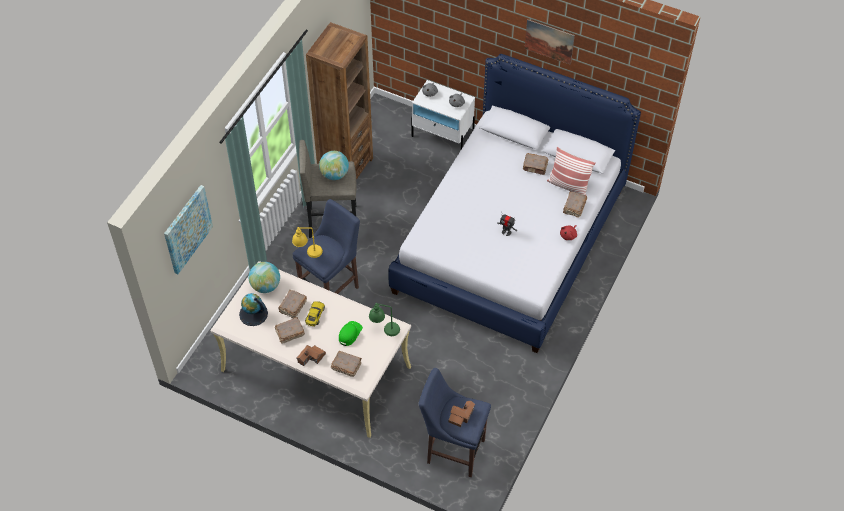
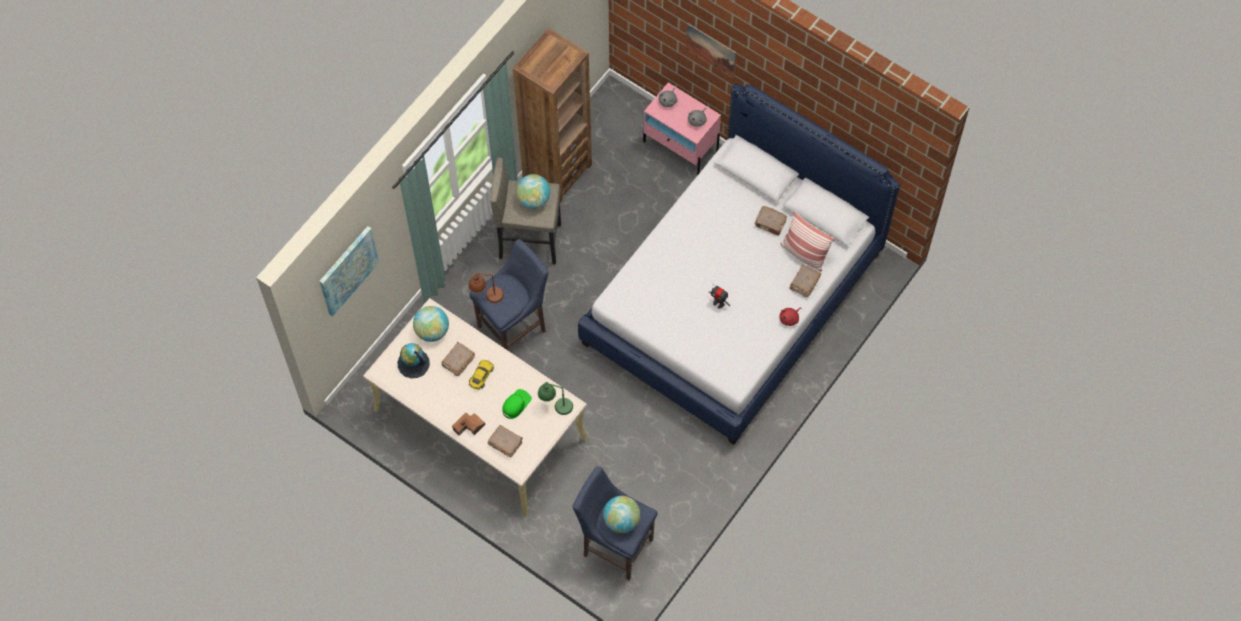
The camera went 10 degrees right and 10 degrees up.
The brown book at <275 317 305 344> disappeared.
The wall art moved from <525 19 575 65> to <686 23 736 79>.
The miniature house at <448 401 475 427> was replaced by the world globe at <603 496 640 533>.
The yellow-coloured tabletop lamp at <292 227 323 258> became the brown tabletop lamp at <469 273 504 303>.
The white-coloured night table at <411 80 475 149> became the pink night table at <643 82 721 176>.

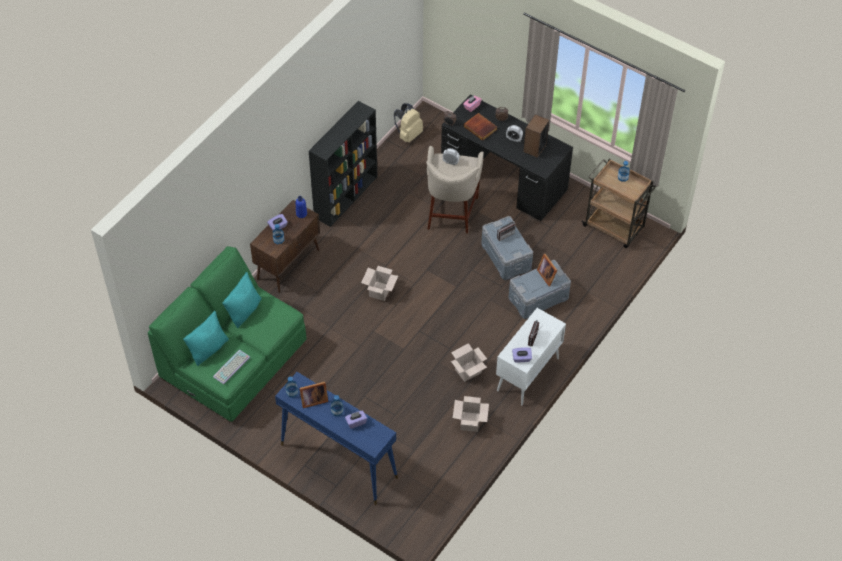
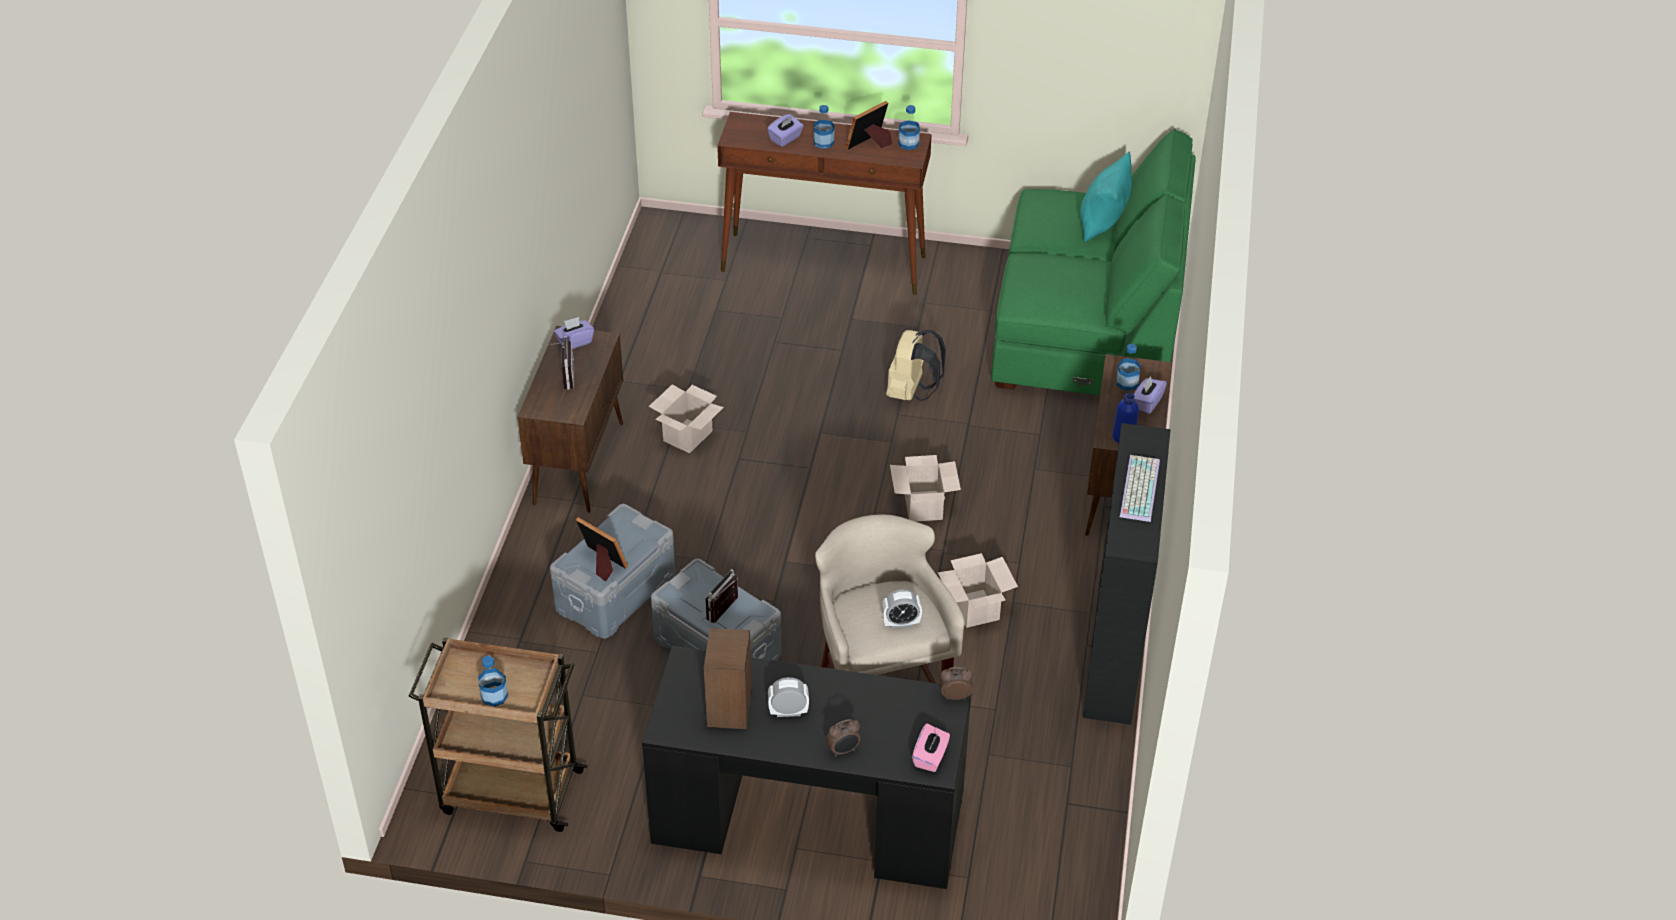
The camera went 155 degrees right and 10 degrees down.
The turquoise cushion at <222 272 261 328> disappeared.
The book at <464 113 497 141> disappeared.
The computer keyboard moved from <213 350 250 385> to <1120 455 1160 522>.
The beige-coloured rucksack moved from <394 103 423 143> to <886 330 946 401>.
The cardboard box moved from <453 396 489 432> to <938 553 1018 628>.
The blue hall table at <275 372 398 505> became the brown hall table at <717 112 932 295>.
The white-coloured cabinet at <496 308 566 406> became the brown cabinet at <517 326 623 513>.

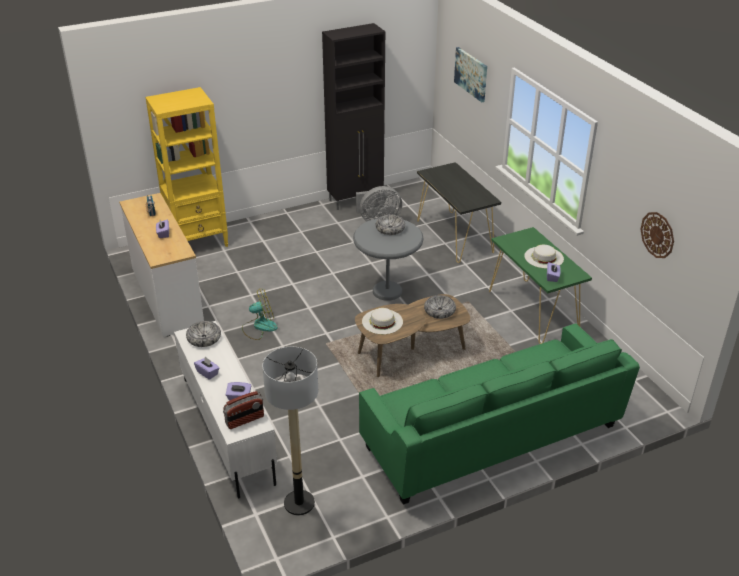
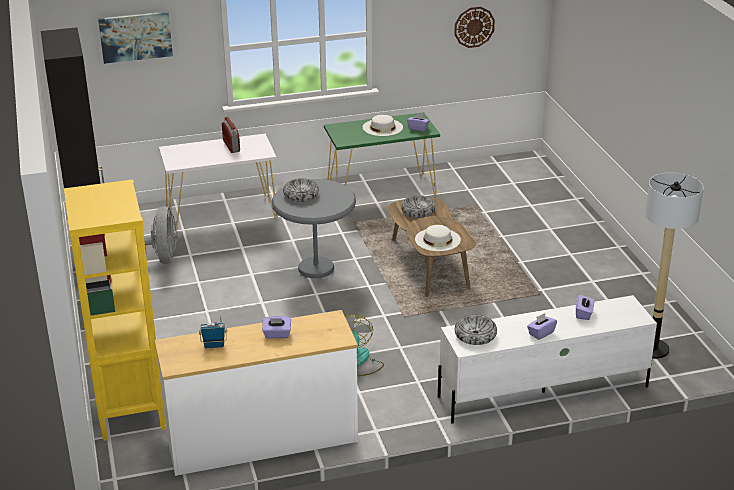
The camera went 80 degrees left and 5 degrees down.
The green settee at <359 323 640 505> disappeared.
The radio moved from <223 391 264 429> to <222 117 240 153>.
The blackish hall table at <417 162 501 263> became the white-coloured hall table at <159 134 278 229>.

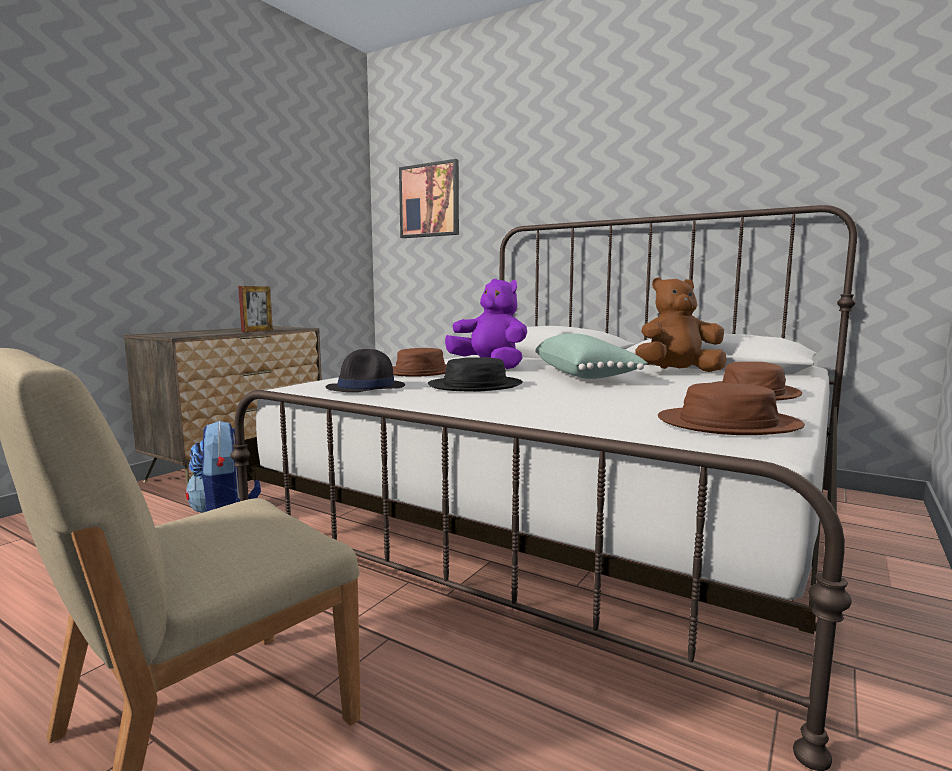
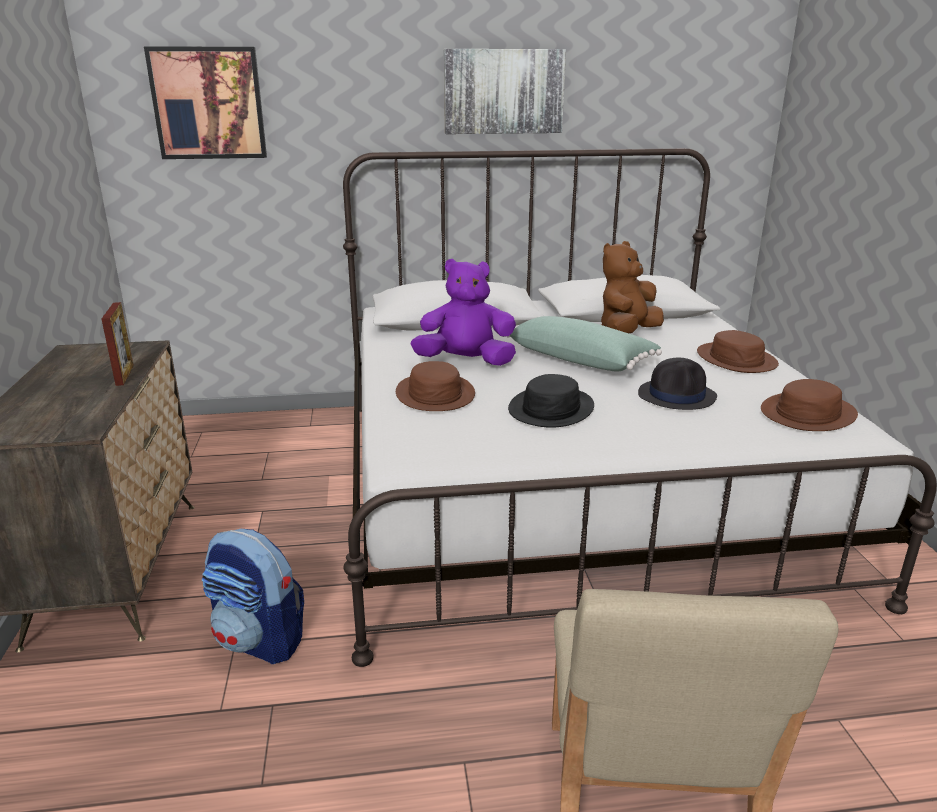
The camera went 40 degrees left and 15 degrees up.
The wall art at <444 49 566 134> appeared.
The blackish hat moved from <326 349 405 392> to <638 358 717 410>.

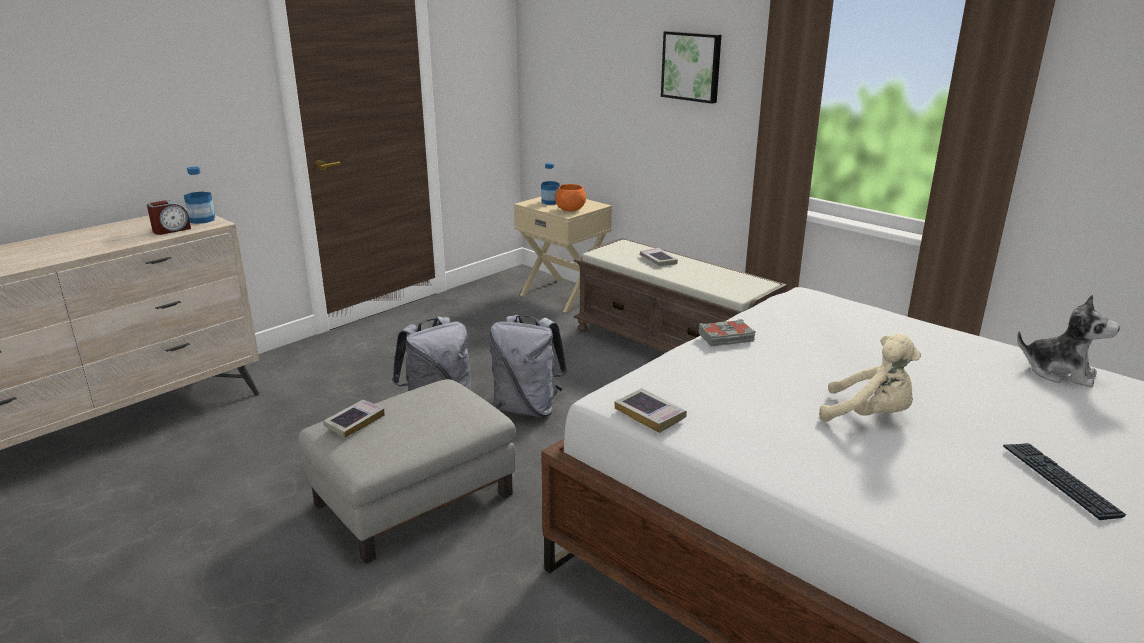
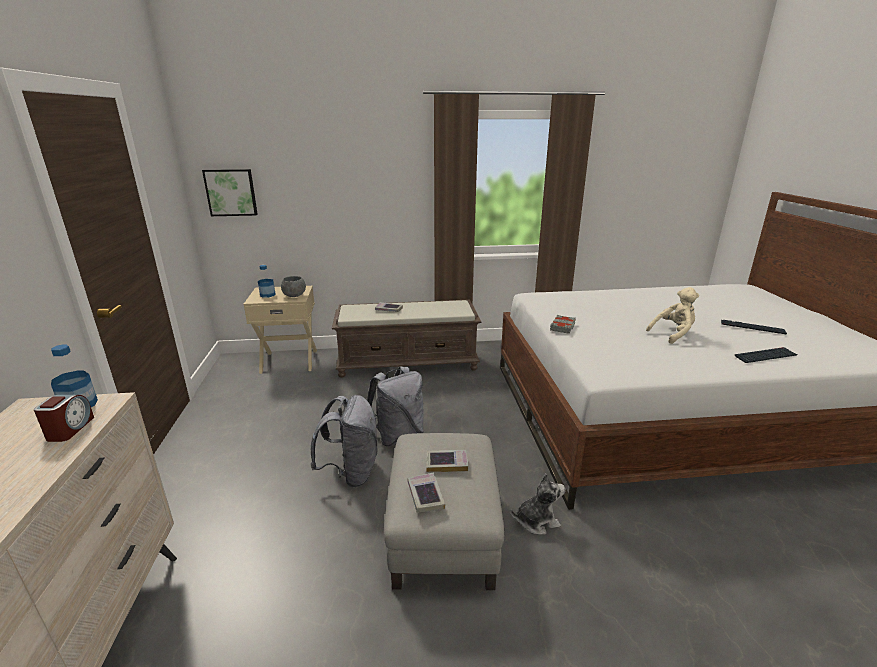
The camera went 50 degrees left and 0 degrees up.
The computer keyboard at <735 347 797 363> appeared.
The book moved from <614 388 687 433> to <426 450 468 472>.
The wall art moved from <661 31 721 104> to <202 169 258 216>.
The plush toy moved from <1017 294 1120 388> to <511 473 566 535>.
The orange bowl at <555 184 586 212> became the gray bowl at <281 276 306 297>.

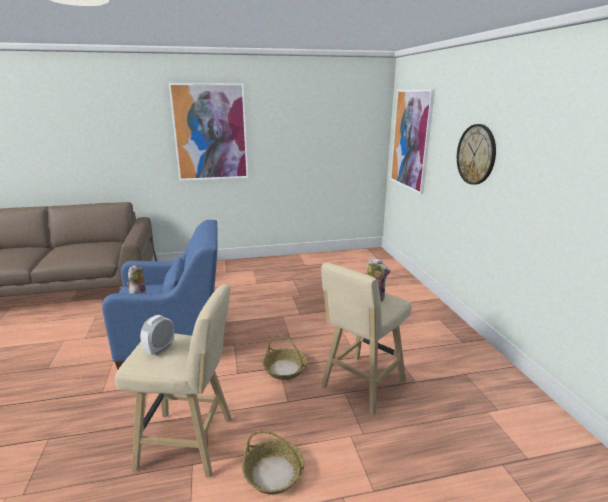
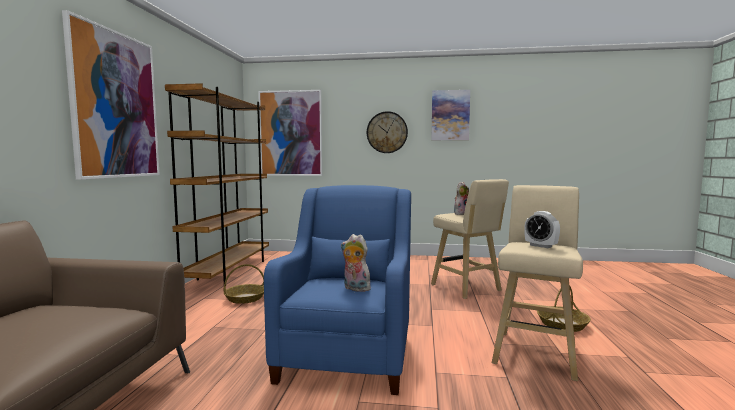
The camera went 70 degrees left and 15 degrees down.
The brown bookshelf at <165 83 269 283> appeared.
The wall art at <431 90 470 140> appeared.
The household basket moved from <262 335 307 380> to <223 264 264 304>.

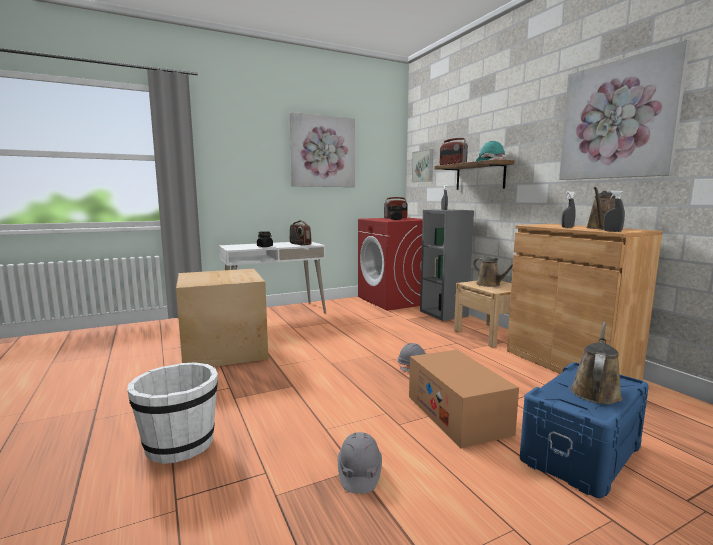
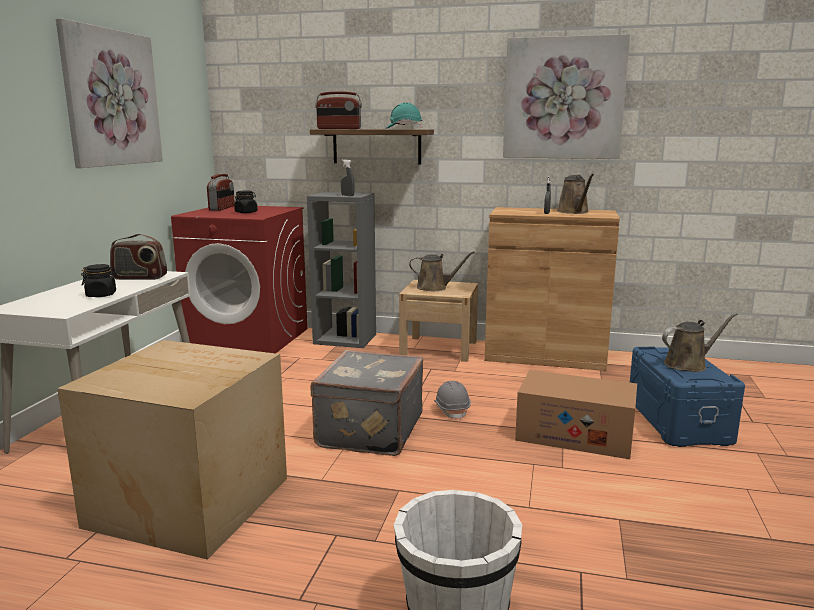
The camera went 50 degrees left and 5 degrees up.
The gray work helmet at <338 432 382 493> disappeared.
The wall art at <412 149 433 182> disappeared.
The gray spray bottle at <603 190 625 232> disappeared.
The gray travel case at <310 350 423 456> appeared.
The brown watering can at <570 322 622 404> turned 90 degrees clockwise.

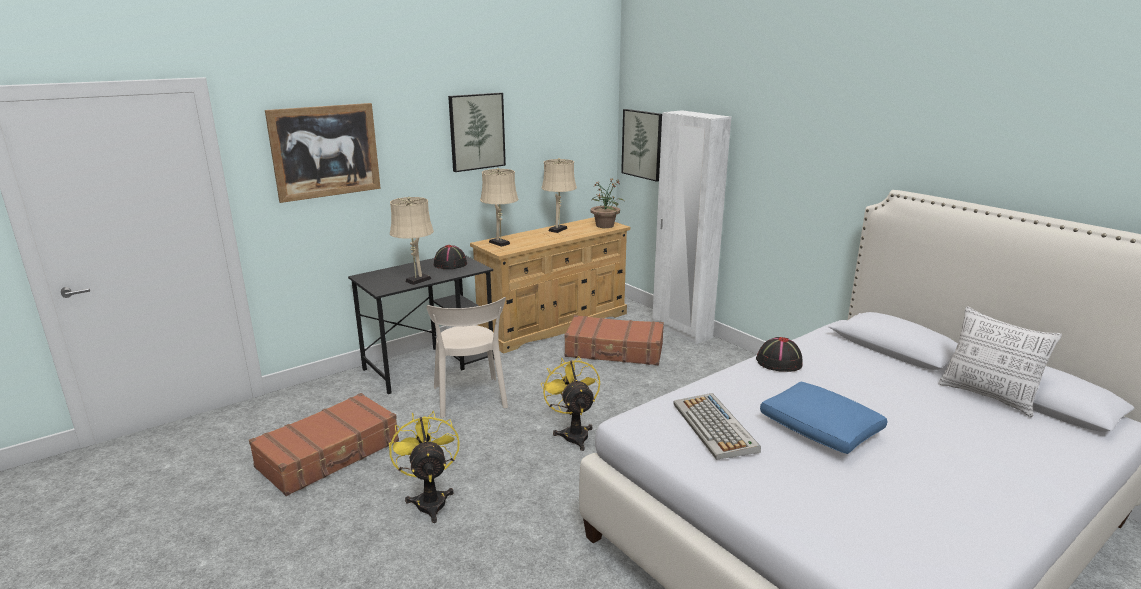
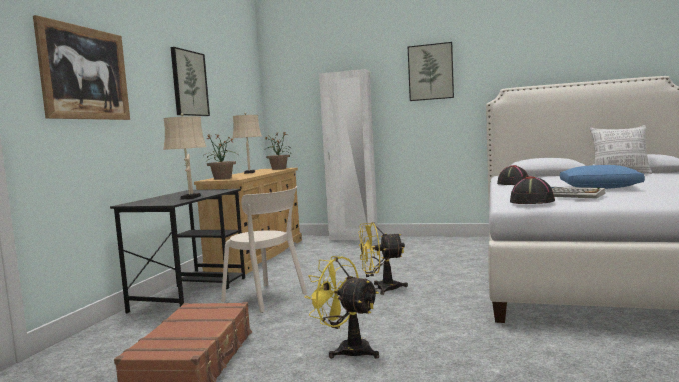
The camera went 35 degrees left and 15 degrees down.
The brown travel case at <564 315 664 365> disappeared.
The blackish hat moved from <434 245 467 269> to <510 176 555 204>.
The wall art moved from <621 109 662 182> to <408 42 454 101>.
The beige-coloured tabletop lamp at <480 168 519 247> was replaced by the plant in a pot at <203 135 237 180>.
The yellow-coloured electric fan at <541 356 600 451> turned 45 degrees counterclockwise.

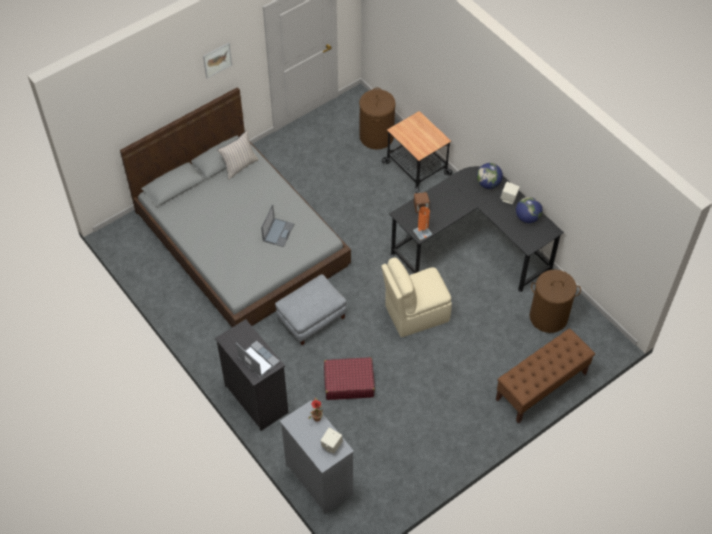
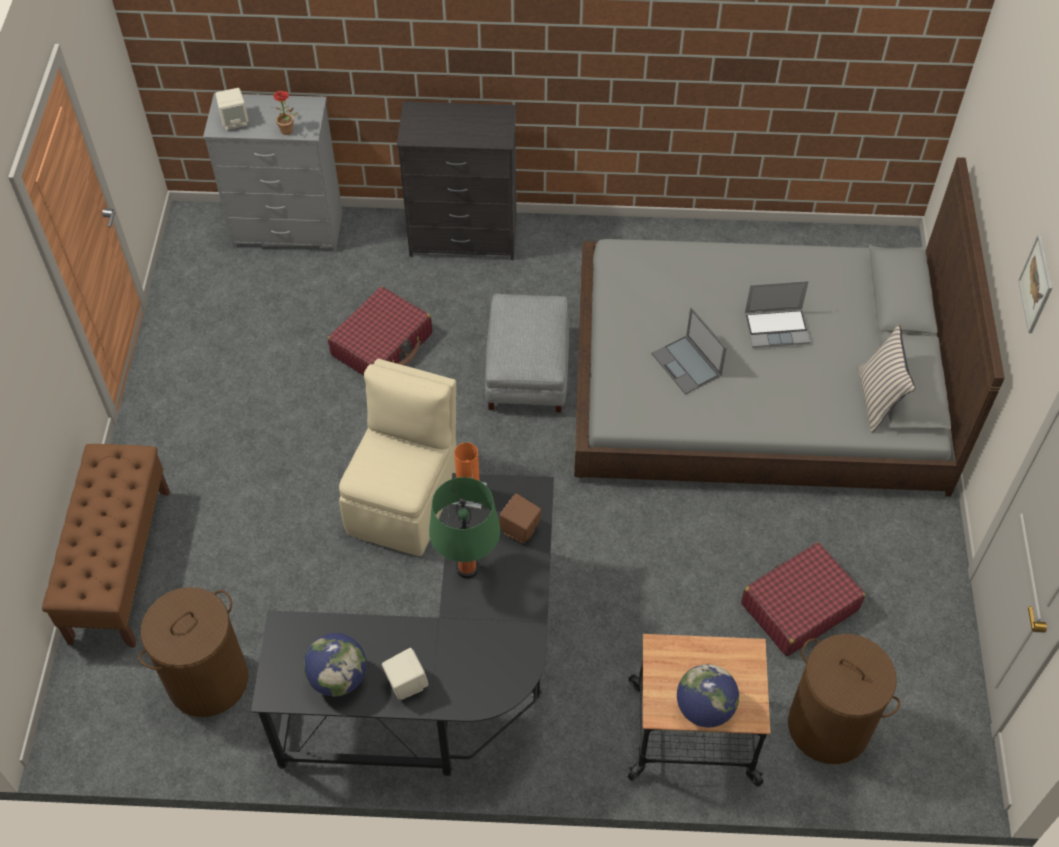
The camera went 130 degrees right and 0 degrees up.
The green tabletop lamp at <429 477 500 578> appeared.
The red-coloured travel case at <741 542 865 656> appeared.
The portable computer moved from <236 341 280 377> to <744 281 810 348>.
The world globe moved from <477 163 503 189> to <677 664 739 728>.

